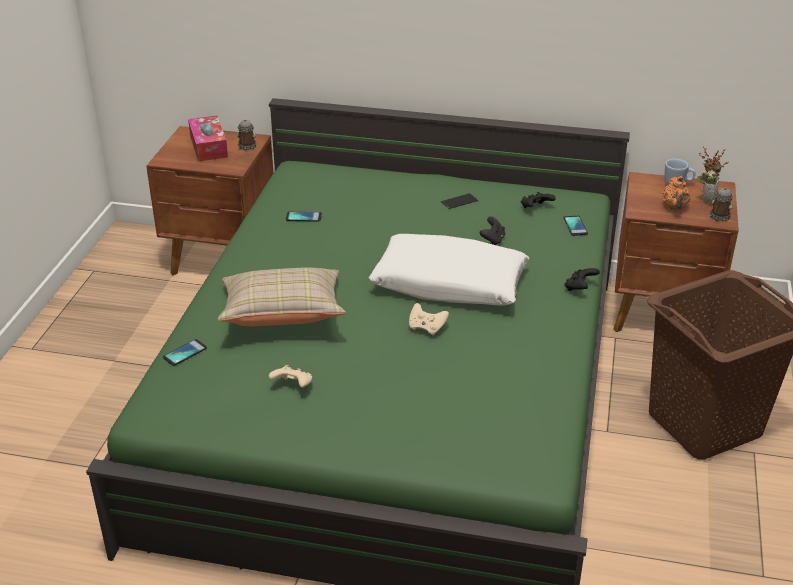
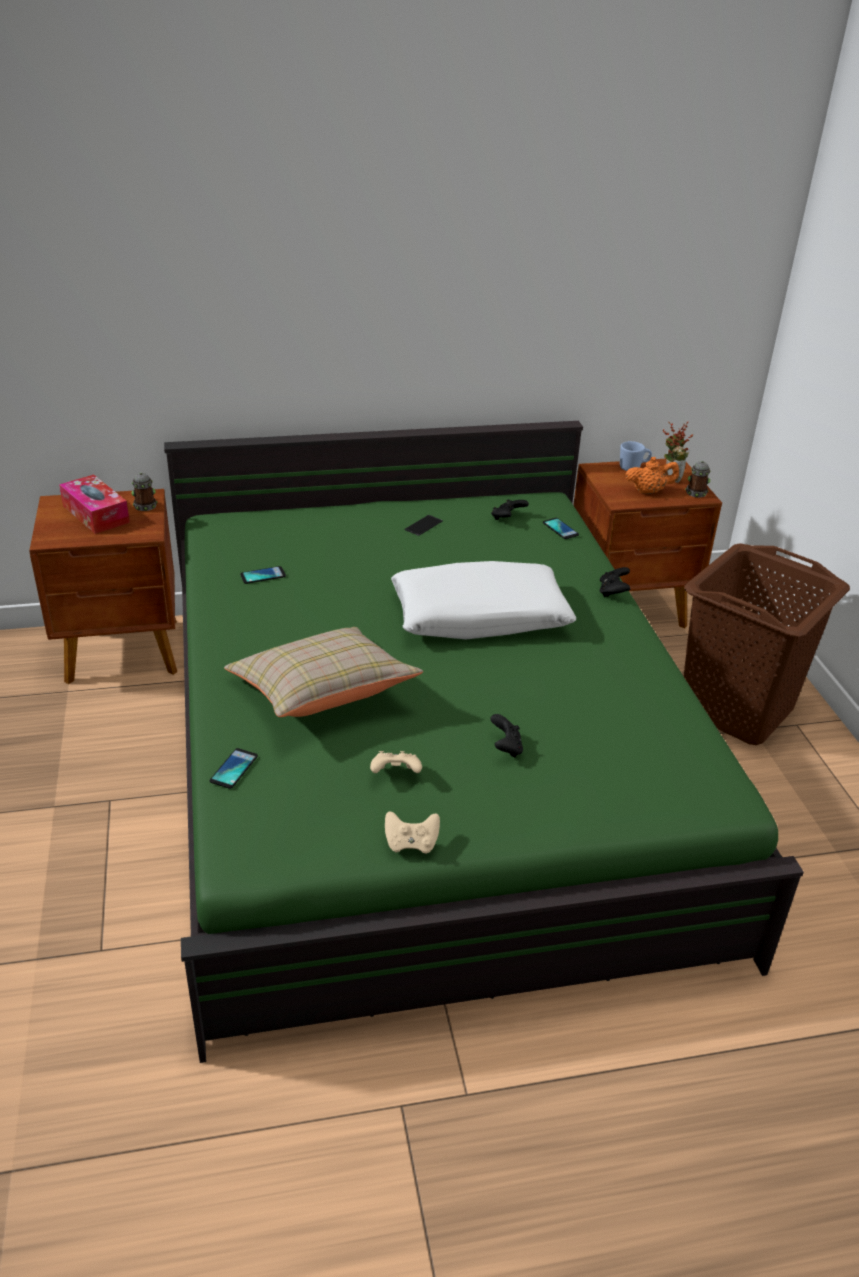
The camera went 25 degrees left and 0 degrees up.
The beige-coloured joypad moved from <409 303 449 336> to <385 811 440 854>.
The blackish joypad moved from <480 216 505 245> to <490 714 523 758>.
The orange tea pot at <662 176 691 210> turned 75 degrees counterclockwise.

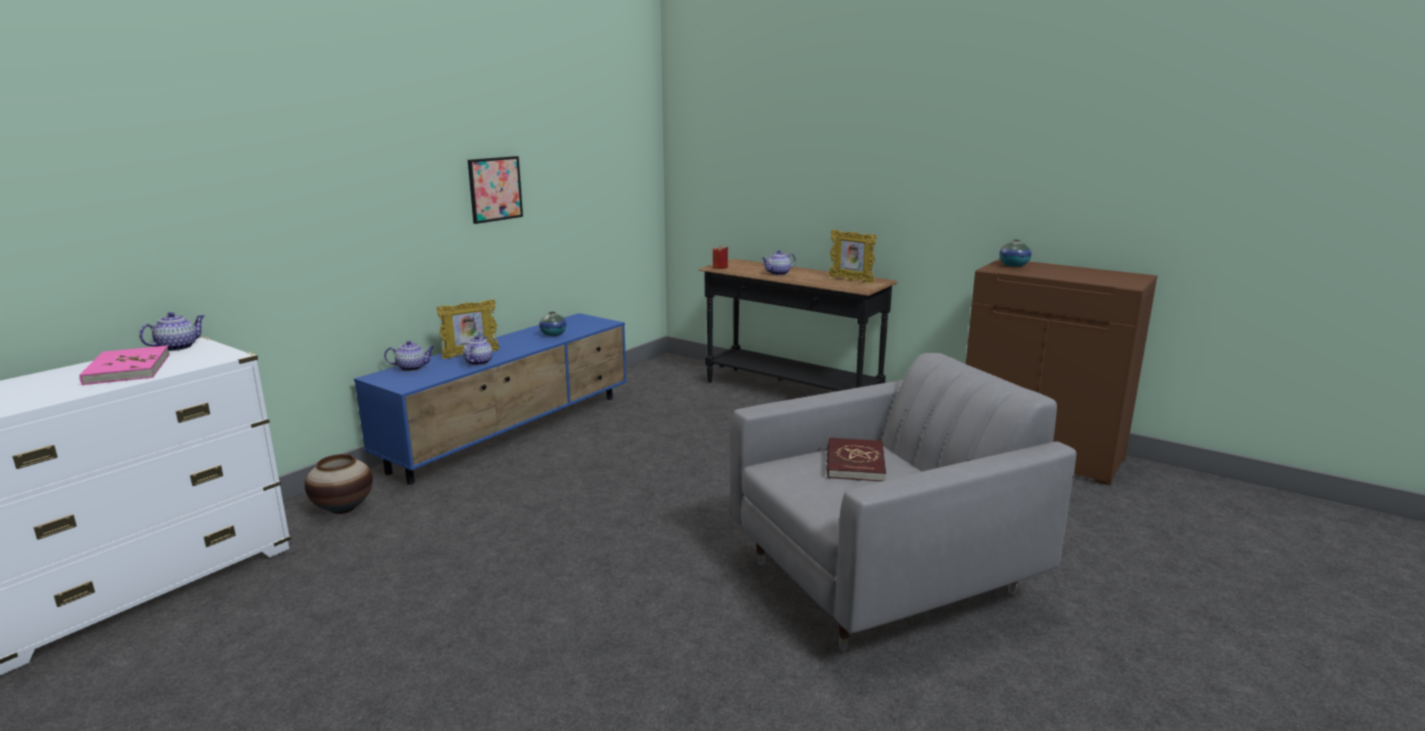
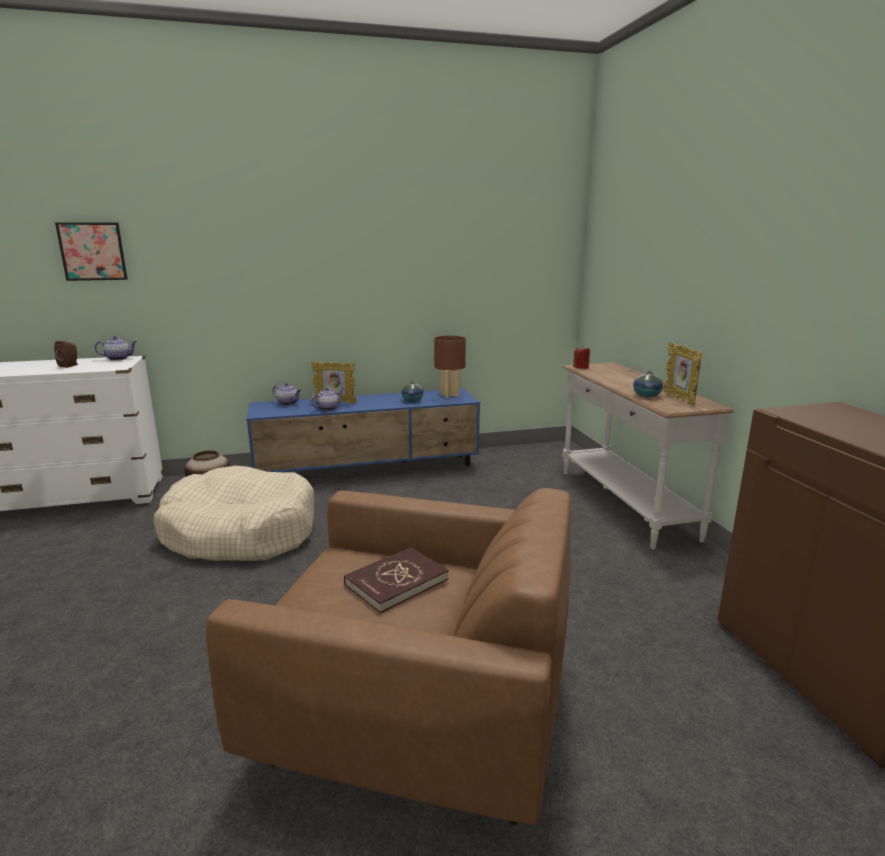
The camera went 40 degrees right and 0 degrees up.
The tea pot at <762 250 796 275> disappeared.
The beige-coloured dog bed at <154 466 314 561> appeared.
The brown tabletop lamp at <434 336 466 398> appeared.
The wall art moved from <468 156 523 224> to <55 222 128 281>.
The flower vase moved from <999 239 1031 267> to <633 371 663 397>.
The pink book at <79 345 170 385> was replaced by the brown loudspeaker at <54 341 78 368>.
The blackish hall table at <698 259 897 391> became the white-coloured hall table at <562 362 734 550>.
The gray easy chair at <730 353 1076 650> became the brown easy chair at <206 488 571 825>.

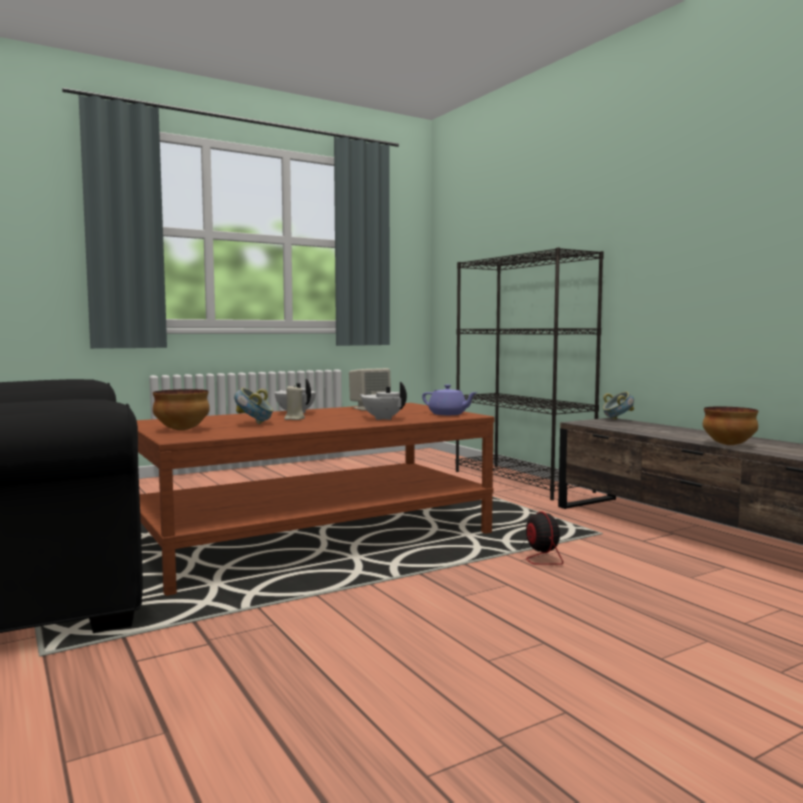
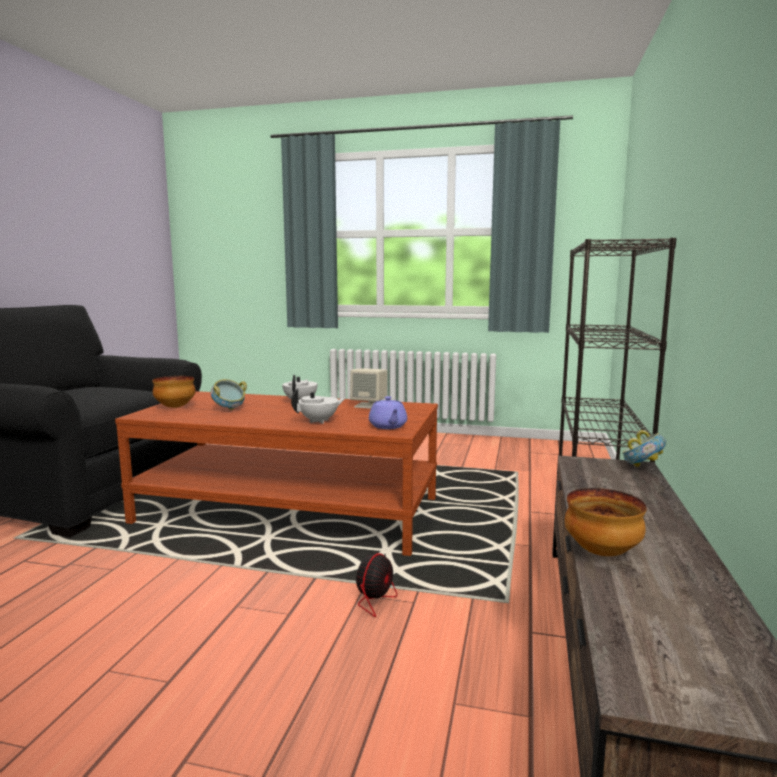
The camera went 45 degrees right and 5 degrees up.
The beige-coloured wax light at <284 385 305 420> disappeared.
The white-coloured tea pot at <359 382 407 420> turned 60 degrees clockwise.

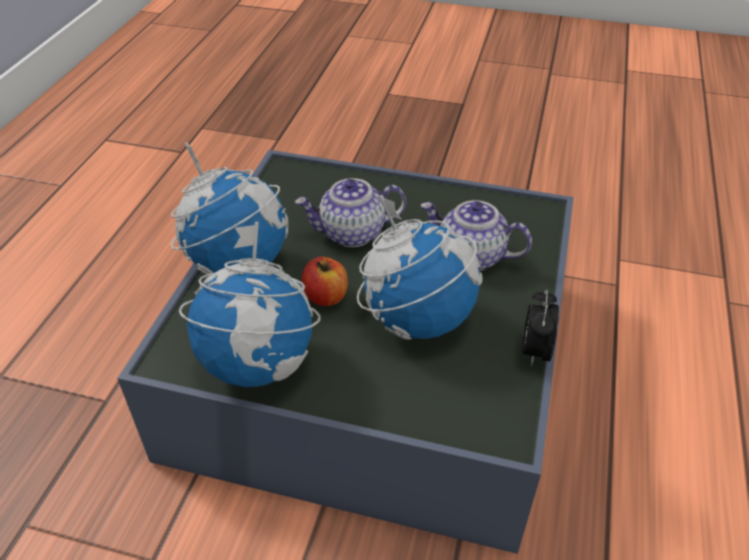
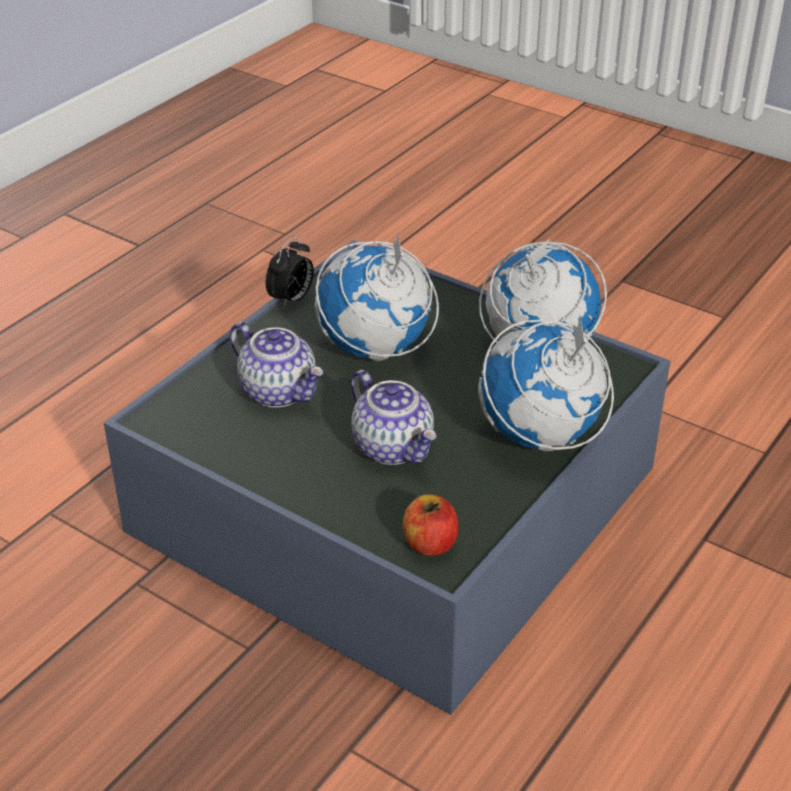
The camera went 160 degrees left and 5 degrees down.
The apple fruit moved from <302 257 348 306> to <403 494 459 556>.
The tea pot at <295 178 406 247> turned 45 degrees clockwise.

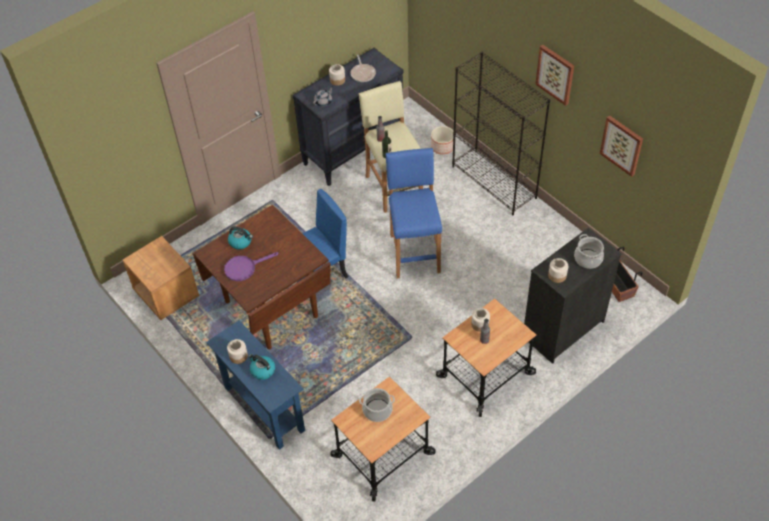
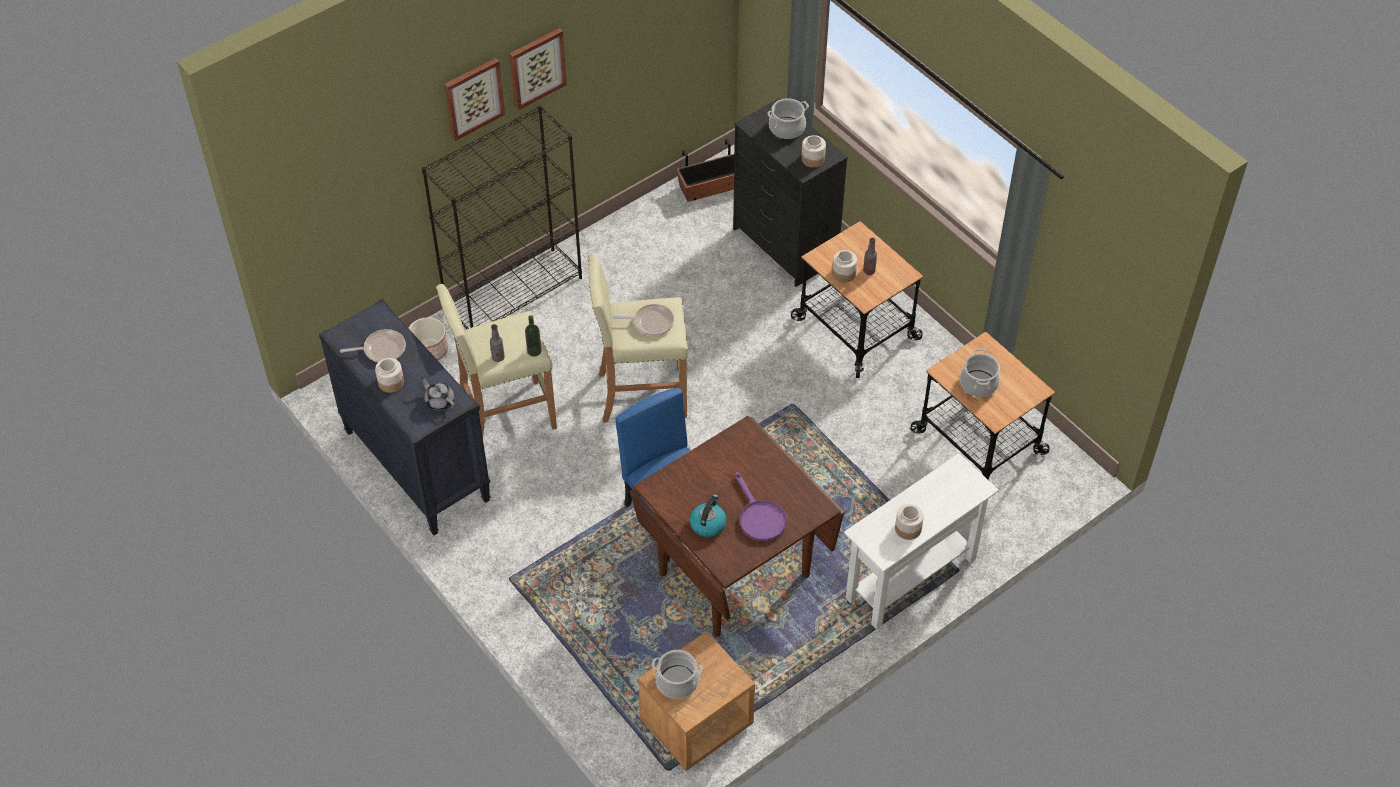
The camera went 90 degrees left and 0 degrees up.
The kettle at <248 354 275 380> disappeared.
The skillet at <612 304 674 336> appeared.
The saucepot at <652 650 703 699> appeared.
The wall art moved from <600 115 643 177> to <444 58 505 141>.
The blue hall table at <206 320 305 450> became the white-coloured hall table at <844 453 999 630>.
The blue sitting stool at <386 148 442 278> became the beige-coloured sitting stool at <588 254 688 423>.

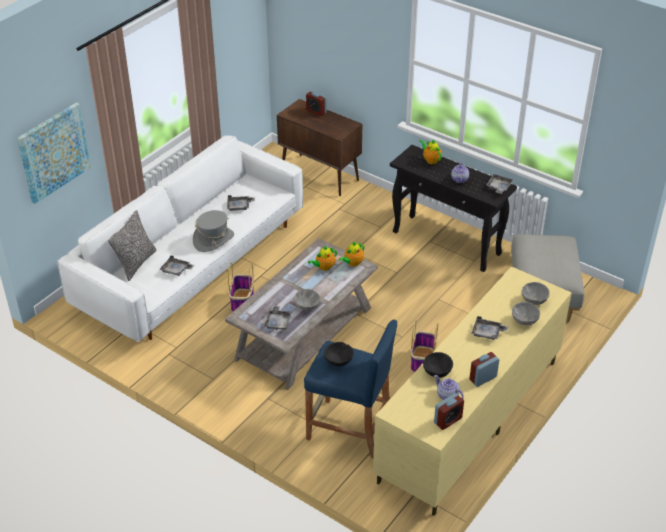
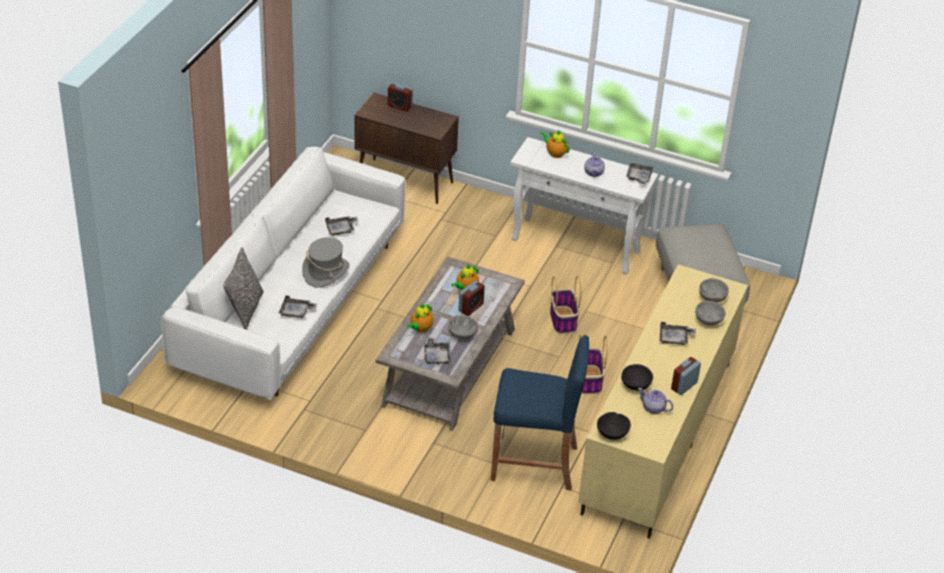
The camera went 15 degrees left and 0 degrees up.
The wall art at <17 103 91 204> disappeared.
The household basket moved from <228 262 254 312> to <550 276 581 334>.
The blackish bowl moved from <324 342 354 366> to <597 412 631 440>.
The tea pot moved from <339 242 364 267> to <407 304 434 333>.
The bedside clock moved from <434 393 464 430> to <458 280 485 316>.
The blackish hall table at <390 145 517 272> became the white-coloured hall table at <510 137 658 274>.

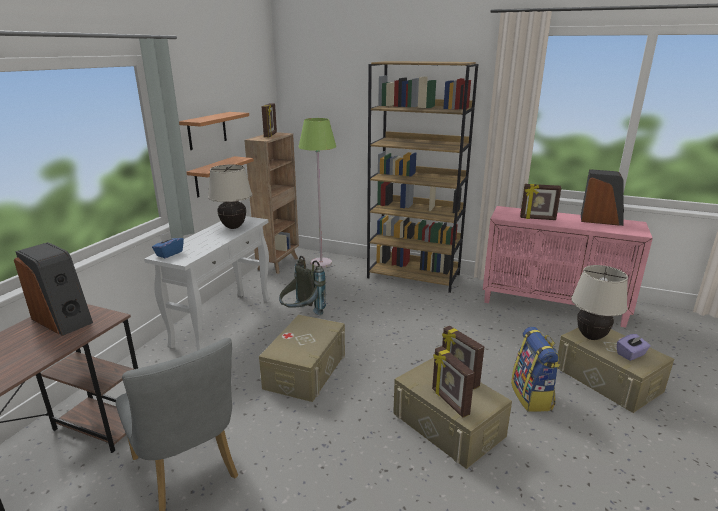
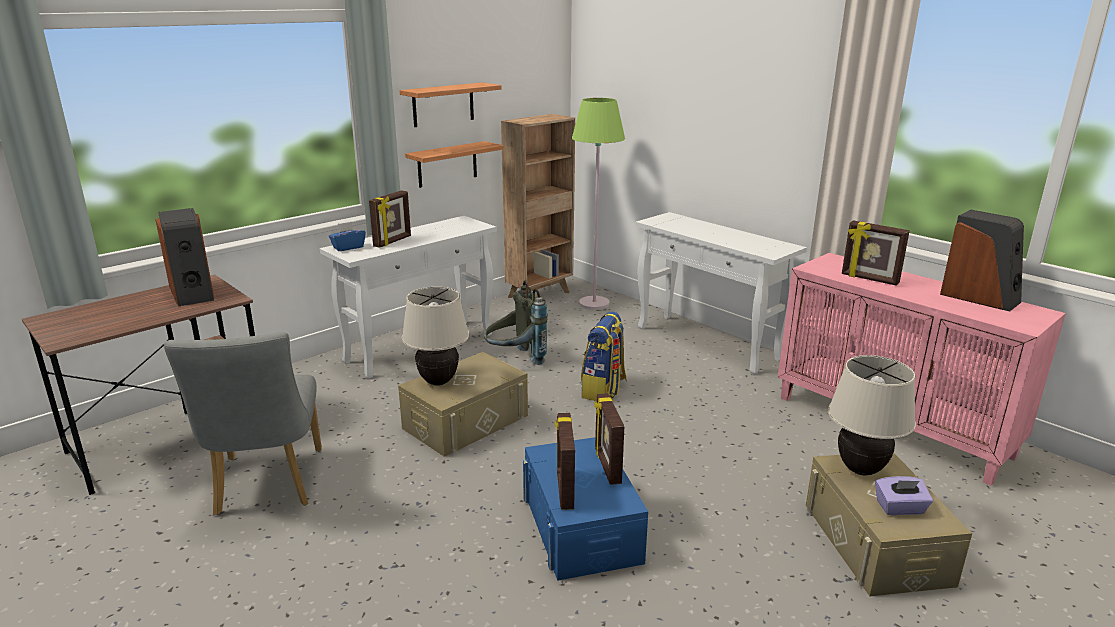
The camera went 25 degrees right and 0 degrees up.
The beige-coloured tabletop lamp moved from <208 164 252 229> to <402 287 469 386>.
The photo frame moved from <262 103 277 137> to <369 190 411 248>.
The rucksack moved from <511 327 560 412> to <581 311 627 401>.
The brown bookshelf at <367 61 478 293> was replaced by the white-coloured hall table at <635 212 807 374>.
The beige-coloured storage container at <393 357 512 469> became the blue storage container at <523 437 648 581>.

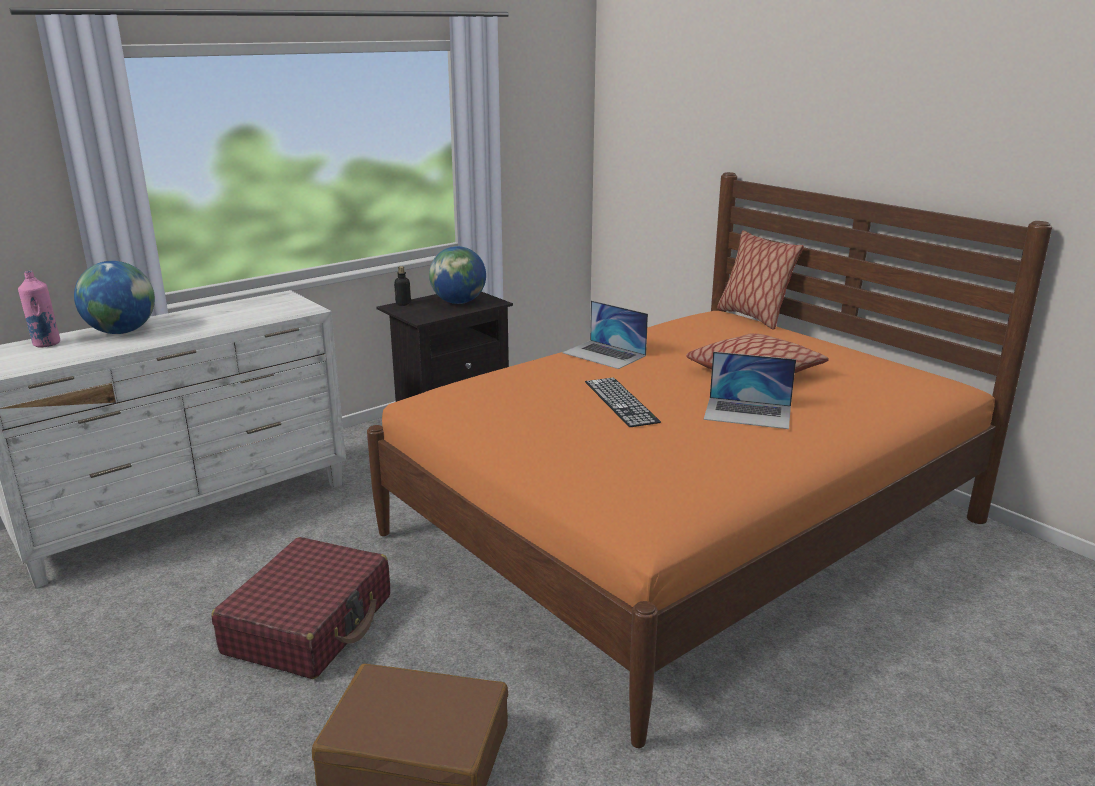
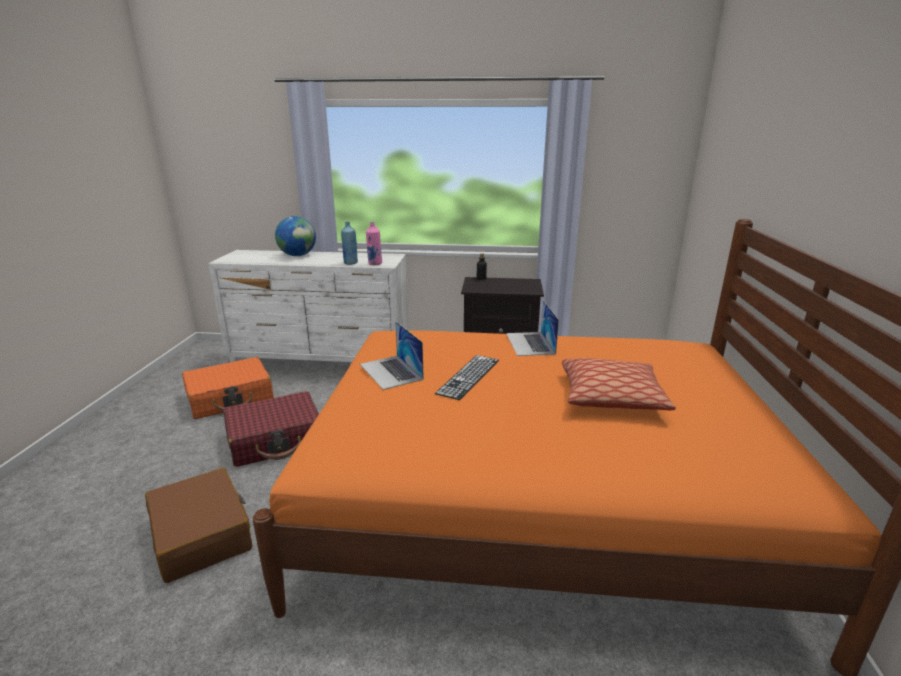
The camera went 45 degrees right and 0 degrees up.
The world globe at <429 246 486 304> disappeared.
The cushion at <717 230 804 330> disappeared.
The orange travel case at <182 357 274 419> appeared.
The blue beverage bottle at <341 222 358 265> appeared.
The pink beverage bottle moved from <18 271 60 348> to <366 222 382 265>.
The portable computer moved from <704 352 796 429> to <360 321 424 390>.

